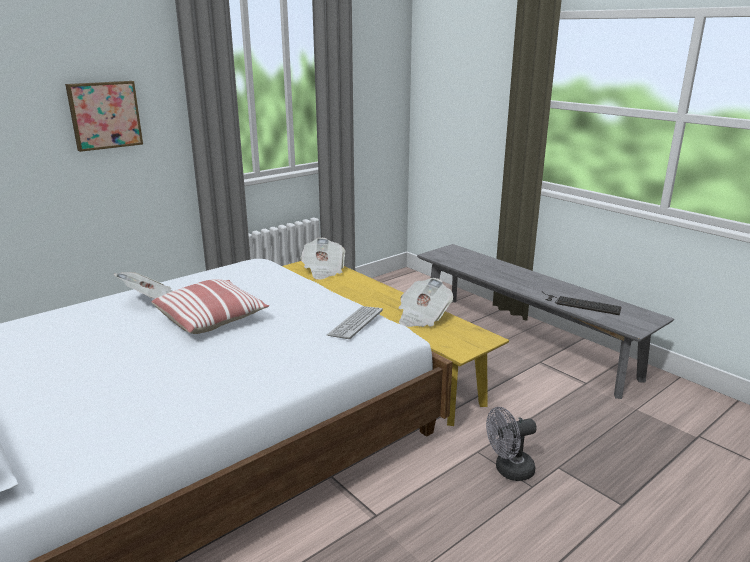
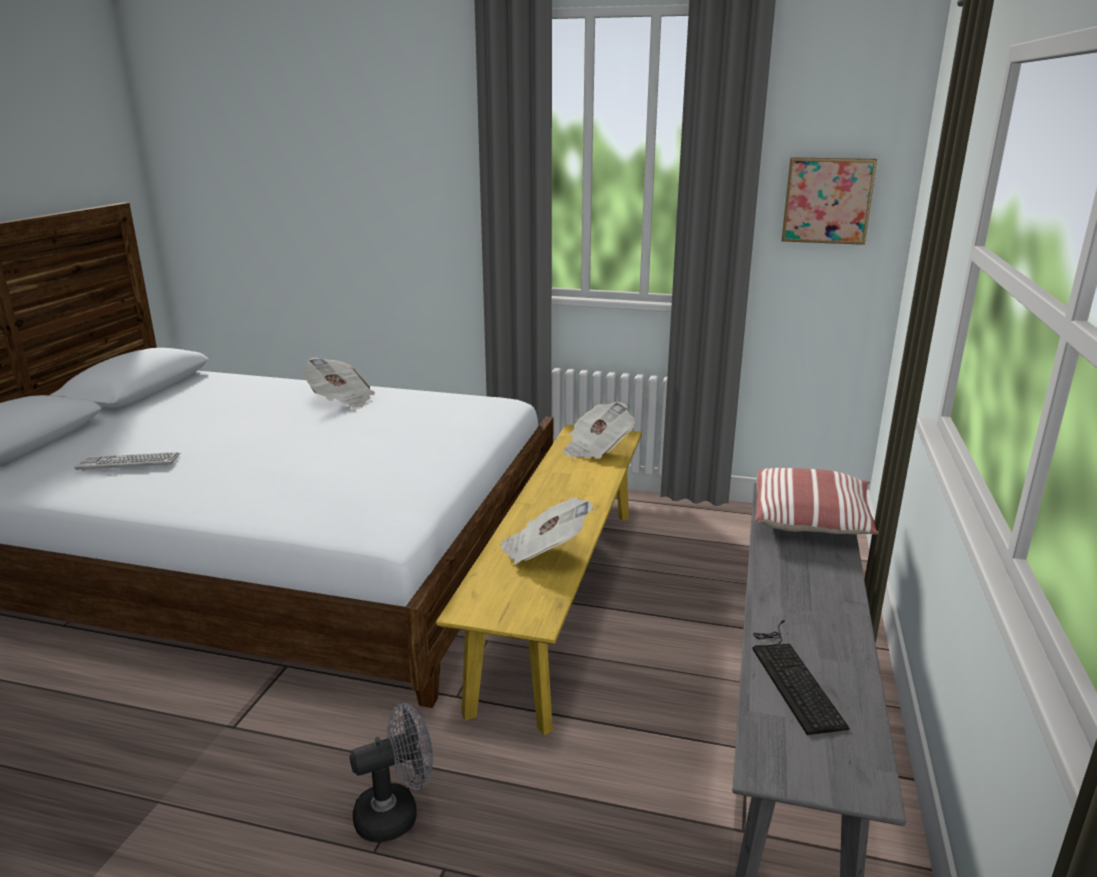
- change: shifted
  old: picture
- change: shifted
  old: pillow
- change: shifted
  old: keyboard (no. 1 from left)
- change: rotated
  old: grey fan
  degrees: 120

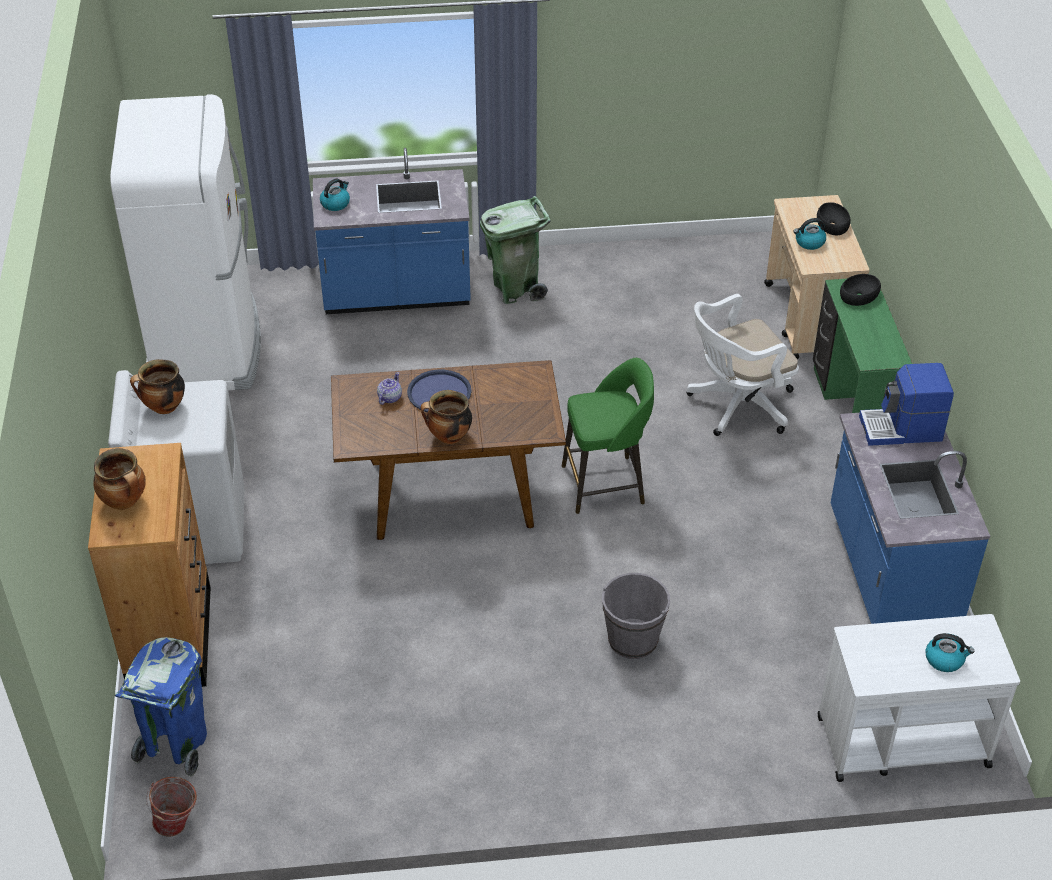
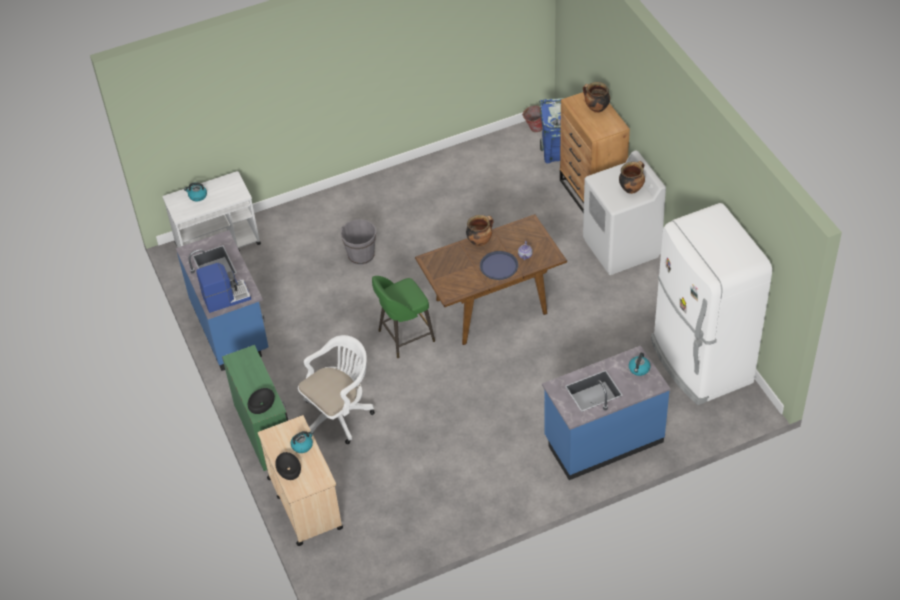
- change: gone
  old: green trash can

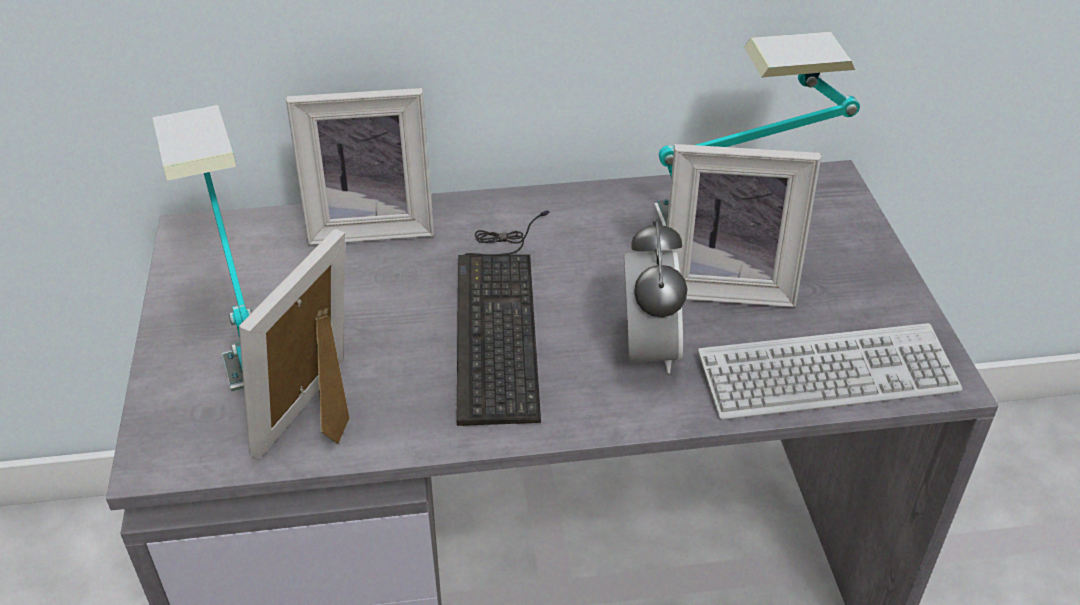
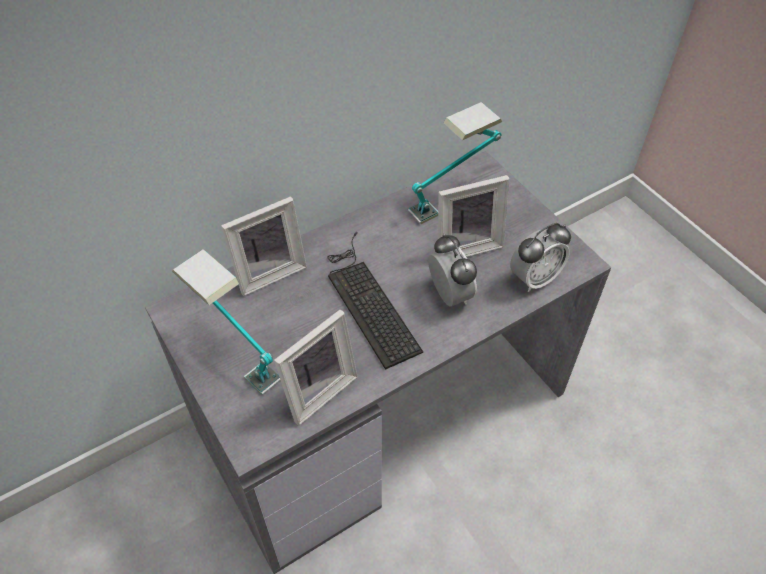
- change: rotated
  old: picture frame (no. 1 from left in the first image)
  degrees: -135
- change: swapped
  old: keyboard (no. 2 from left)
  new: alarm clock (no. 2 from left)

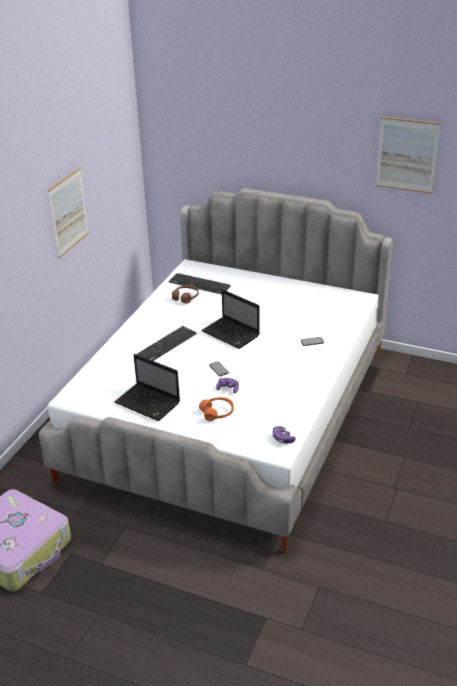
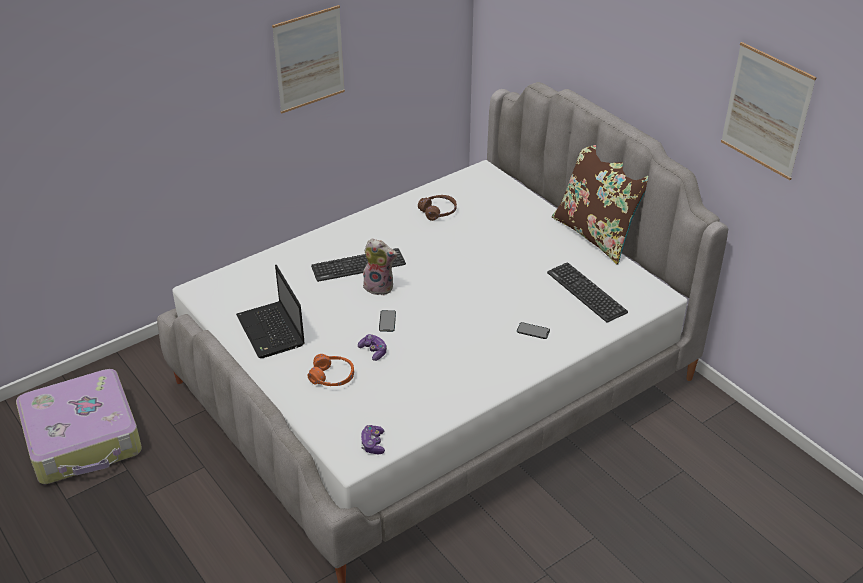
- change: shifted
  old: keyboard (no. 2 from left)
- change: gone
  old: laptop (no. 2 from left)
- change: new
  new: plush toy
- change: new
  new: brown pillow

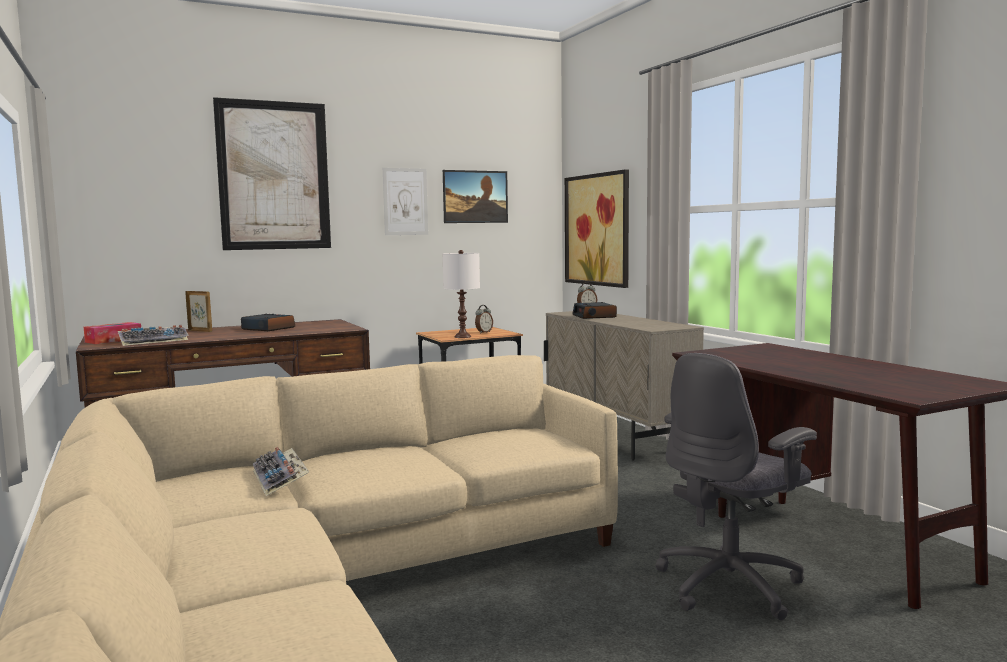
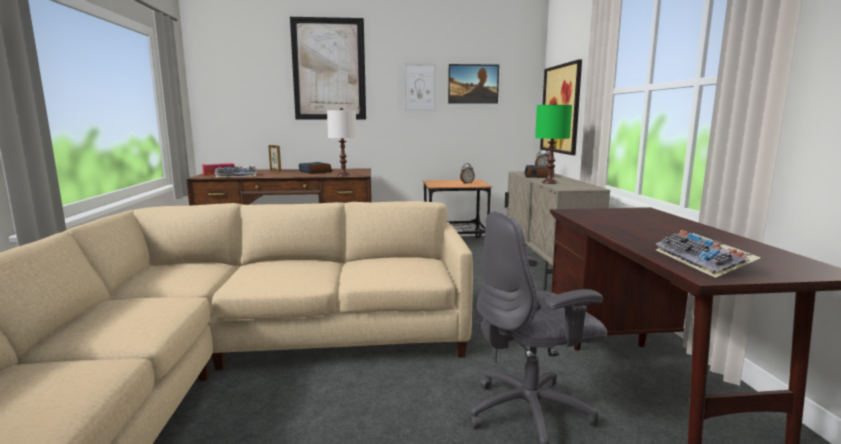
- change: shifted
  old: keyboard (no. 2 from left)
- change: shifted
  old: white table lamp
- change: new
  new: green table lamp

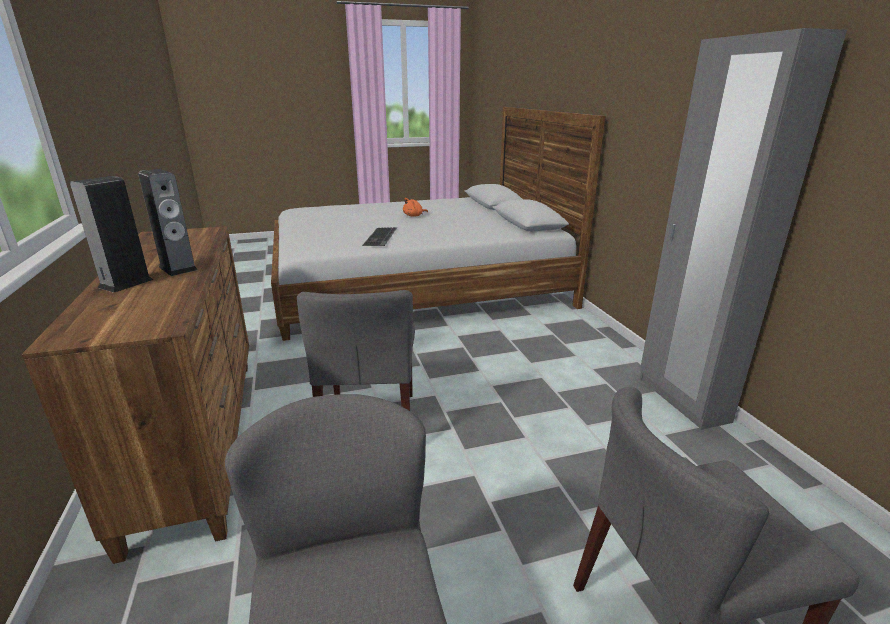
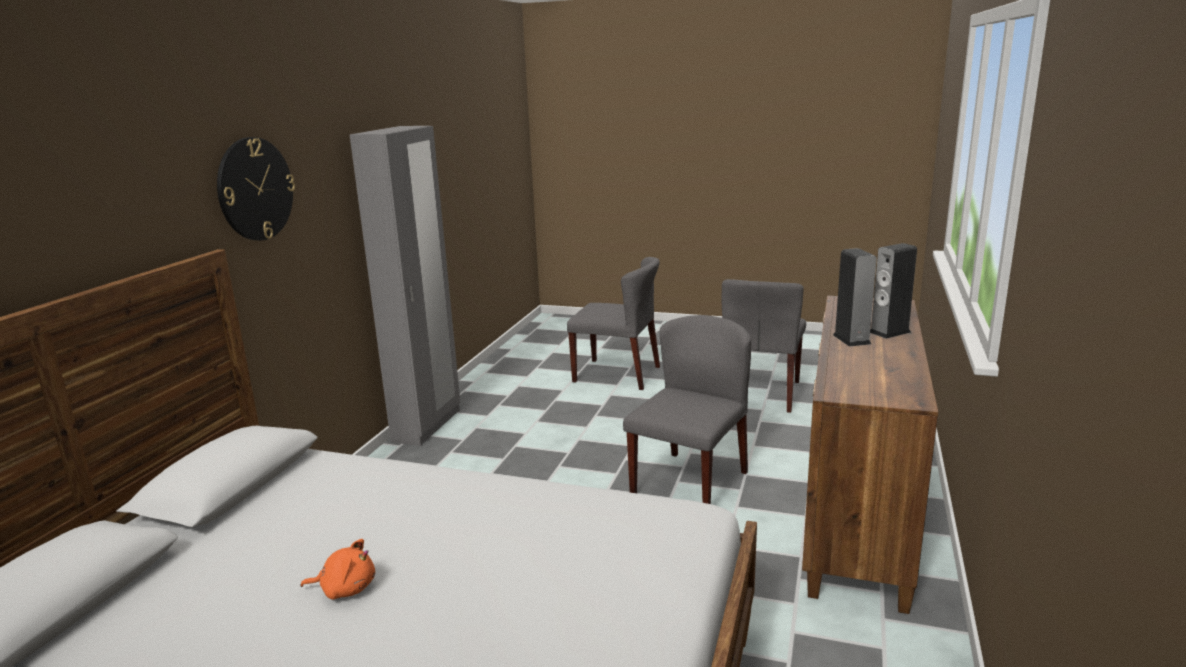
- change: gone
  old: keyboard
- change: new
  new: wall clock

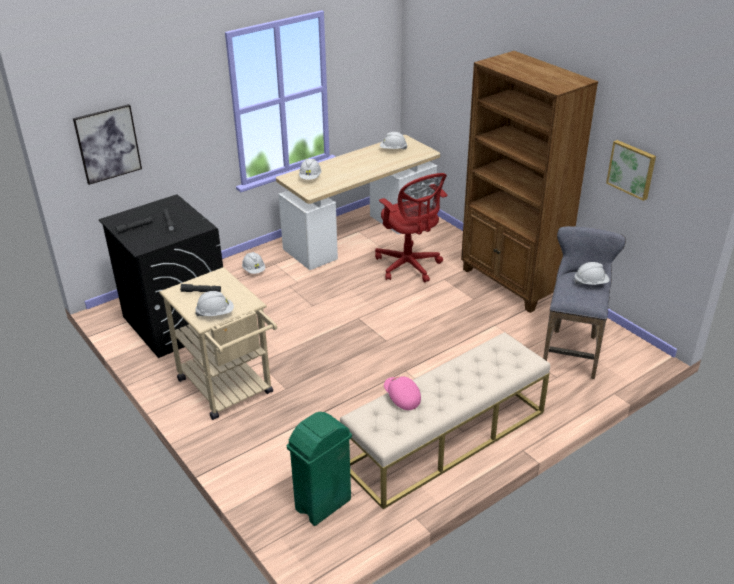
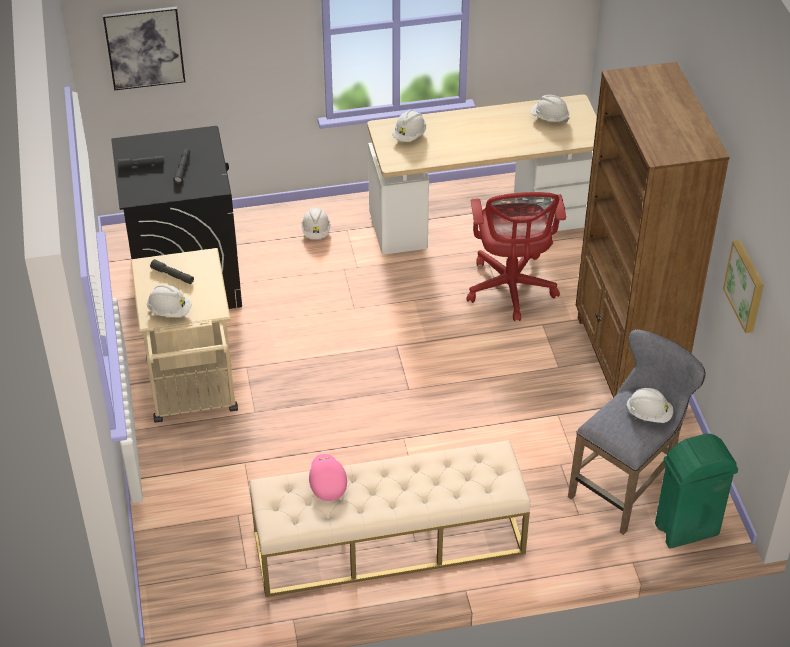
- change: shifted
  old: green trash can

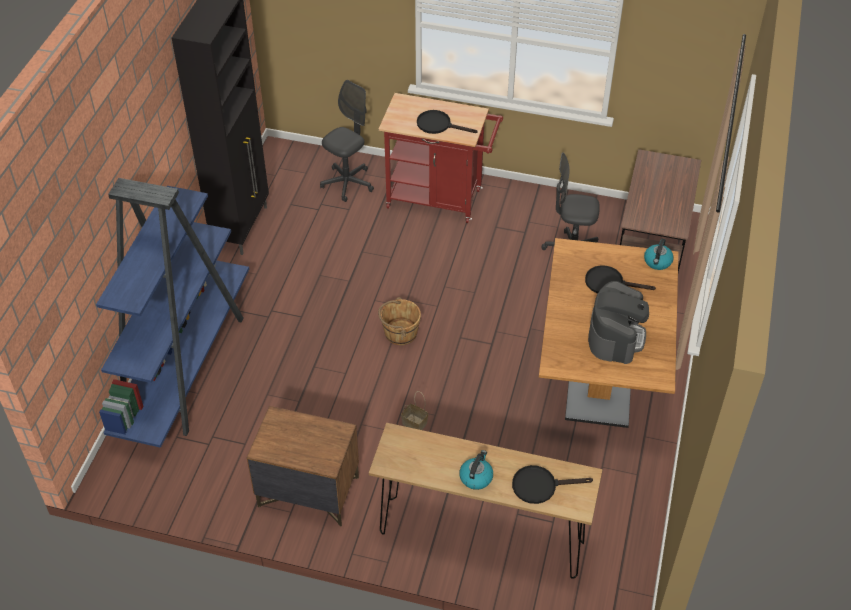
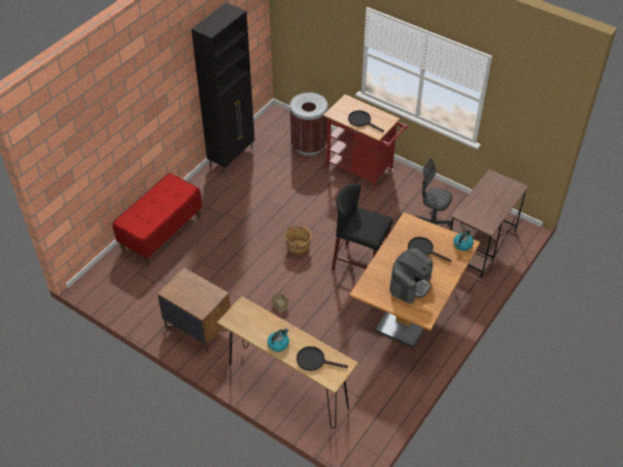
- change: swapped
  old: blue bookcase
  new: red bench
- change: swapped
  old: grey office chair (no. 1 from left)
  new: brown trash can
- change: new
  new: black stool

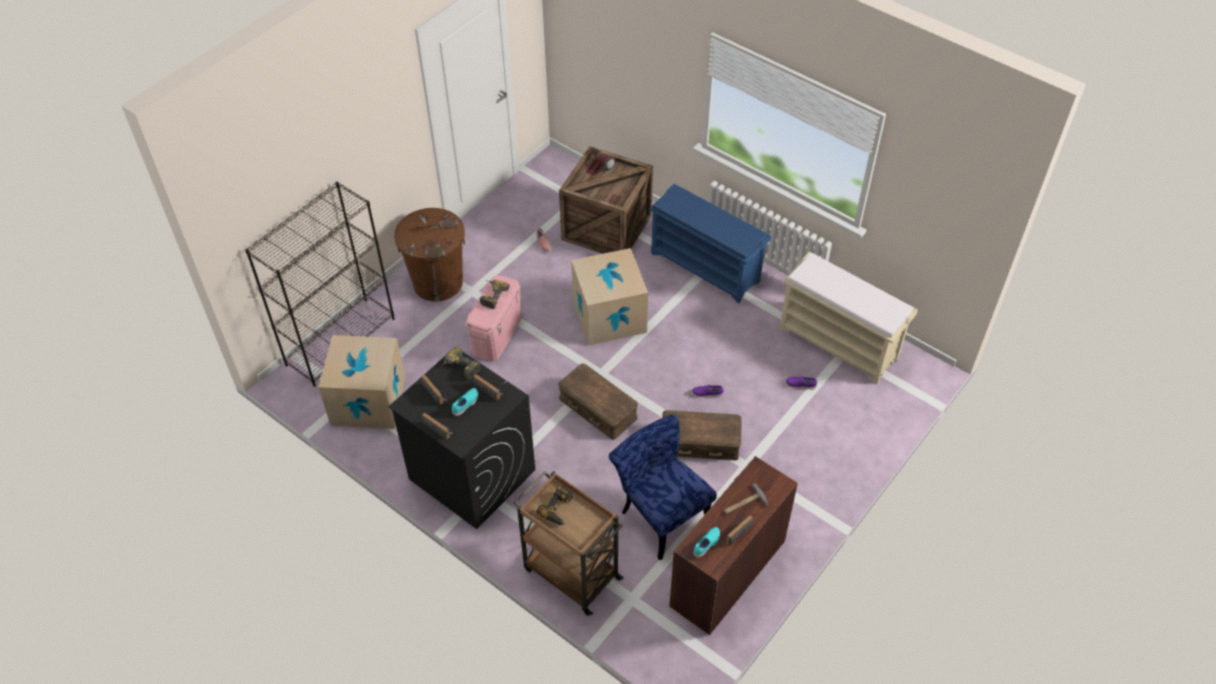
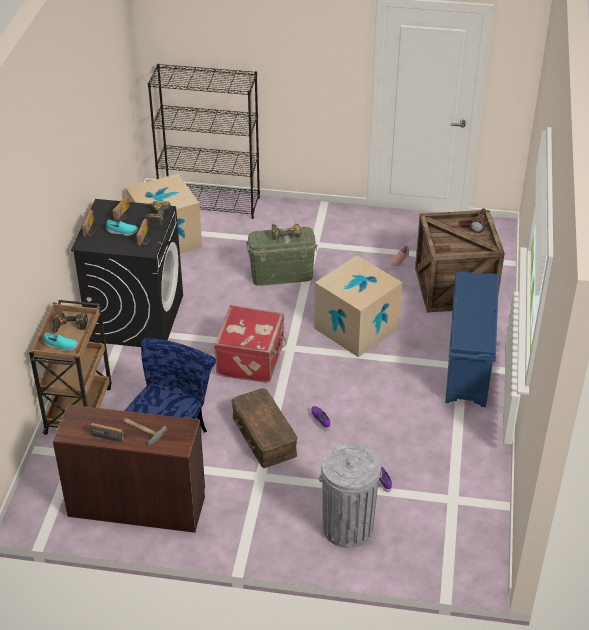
- change: gone
  old: brown trash can
- change: repainted
  old: pink storage box
  new: green storage box
- change: swapped
  old: brown storage box (no. 1 from left)
  new: red suitcase
- change: shifted
  old: turquoise shoe (no. 2 from left in the first image)
  new: turquoise shoe (no. 1 from left)
- change: gone
  old: beige bench
- change: new
  new: grey trash can

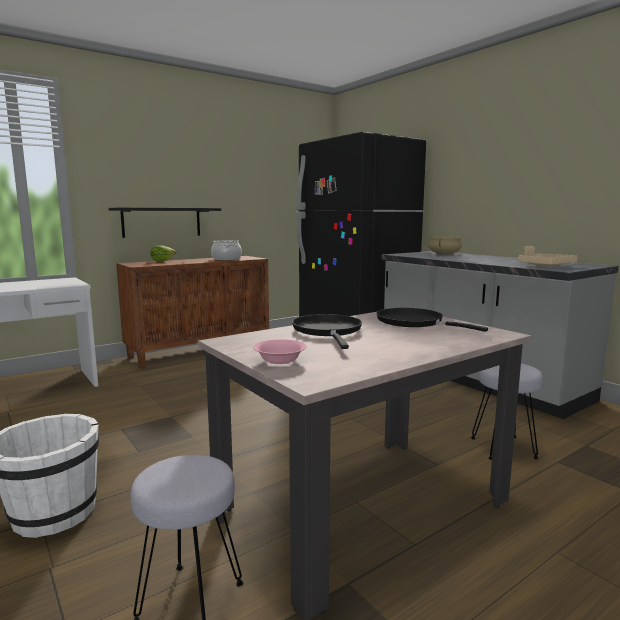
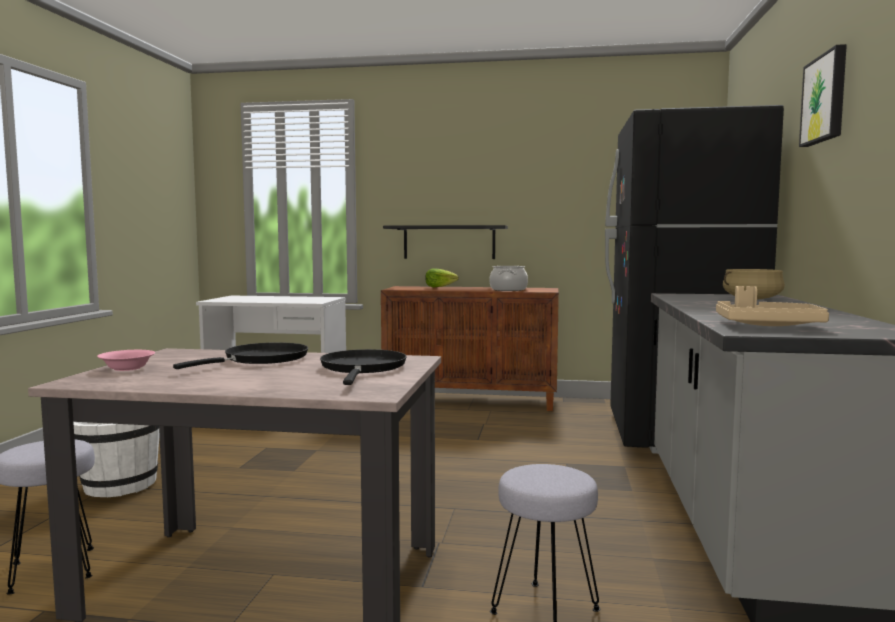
- change: new
  new: picture

